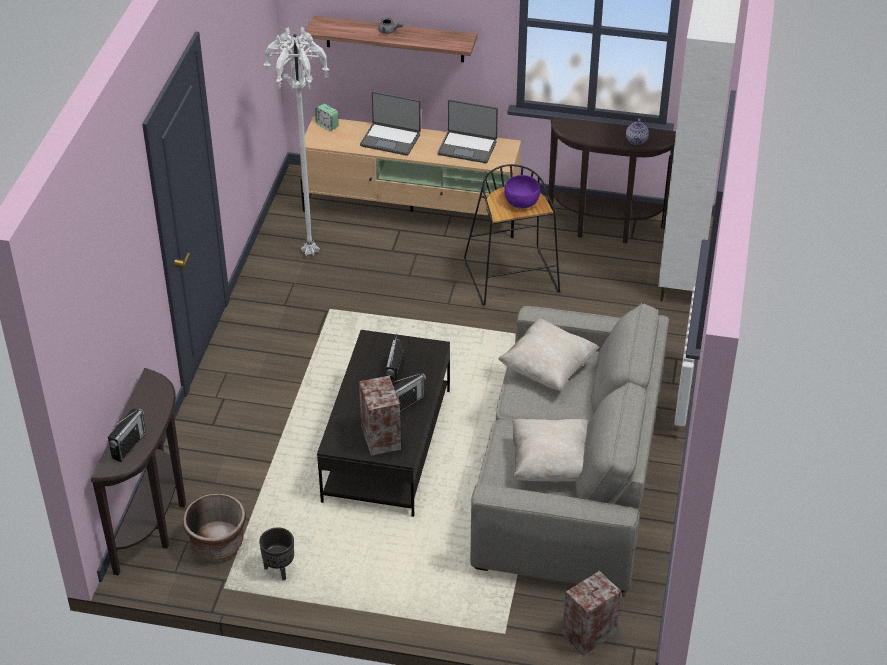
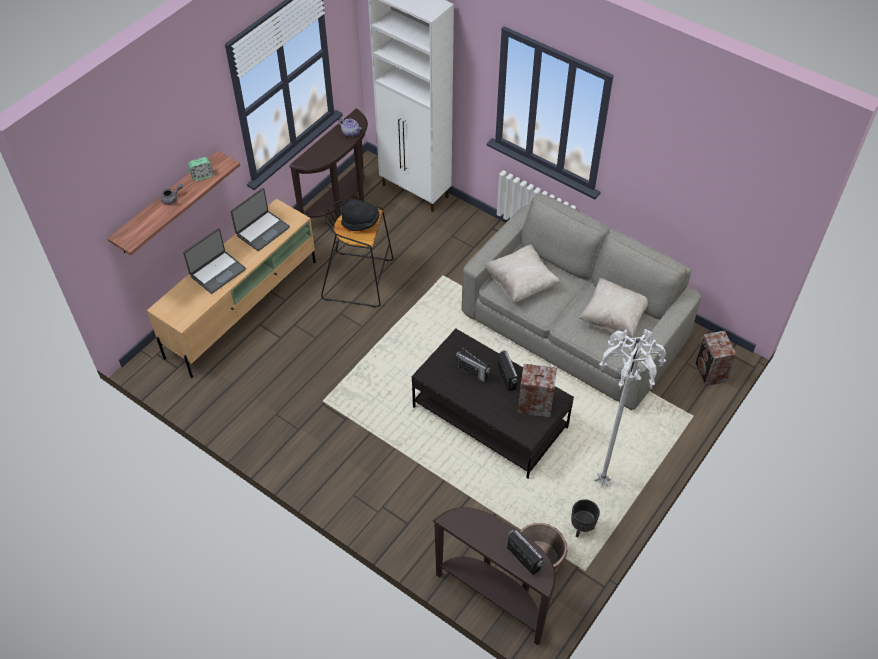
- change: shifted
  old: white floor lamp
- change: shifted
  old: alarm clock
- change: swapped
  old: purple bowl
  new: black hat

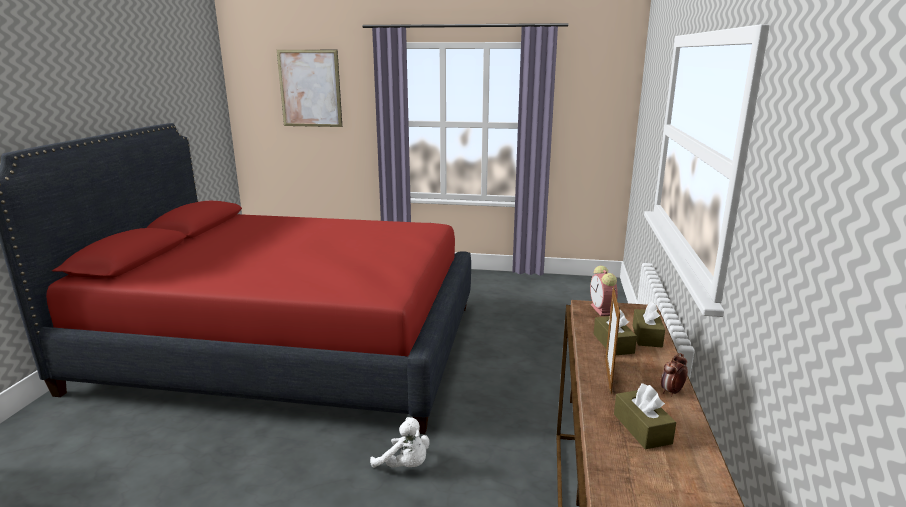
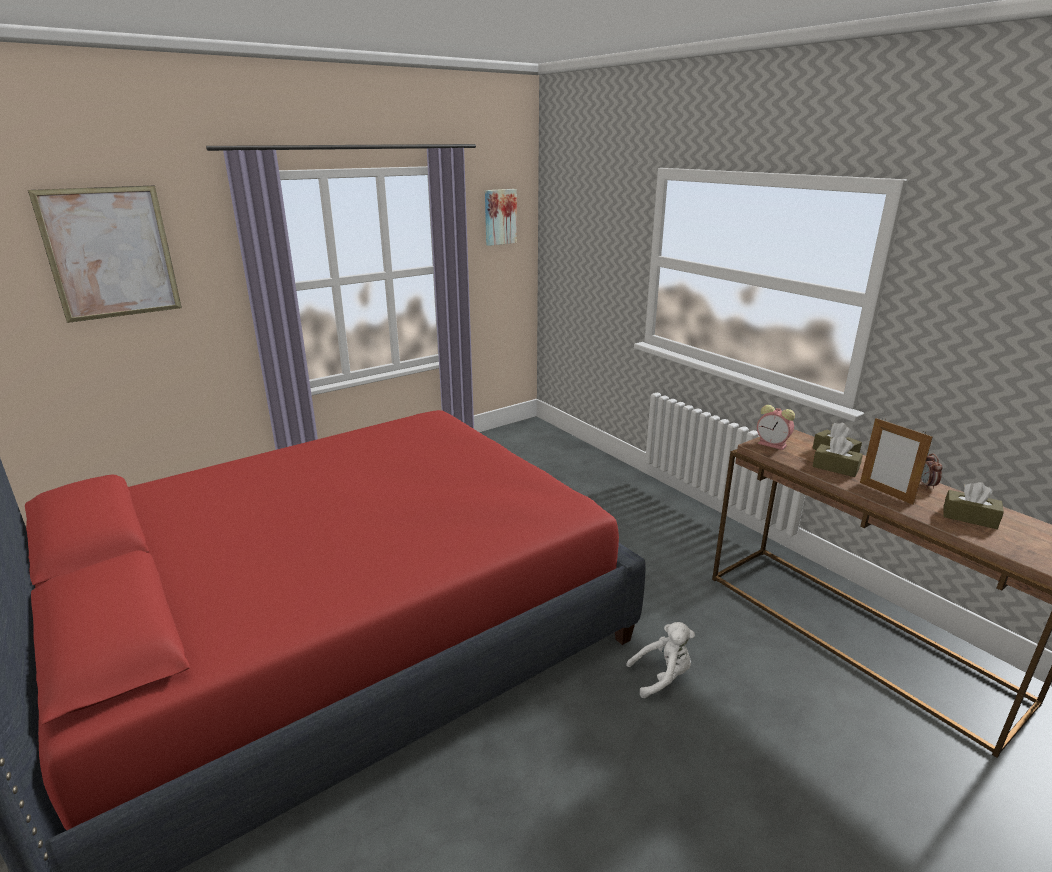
- change: new
  new: picture (no. 2 from left)

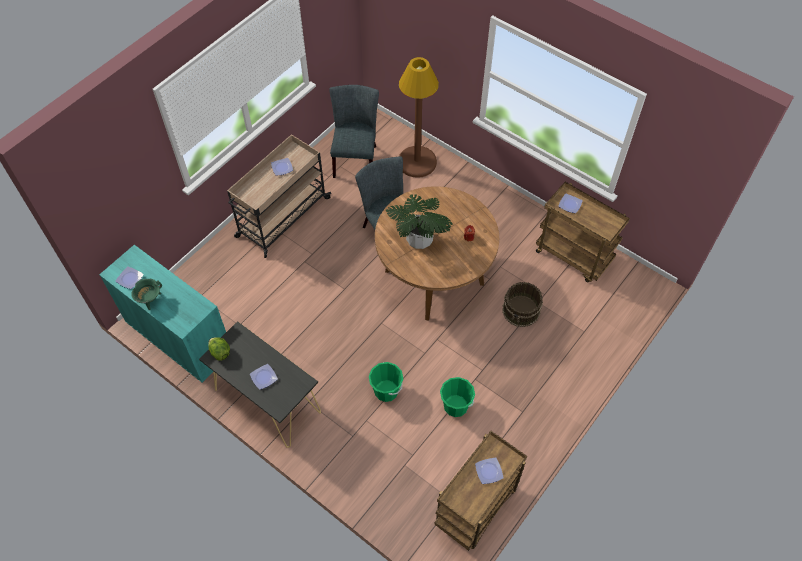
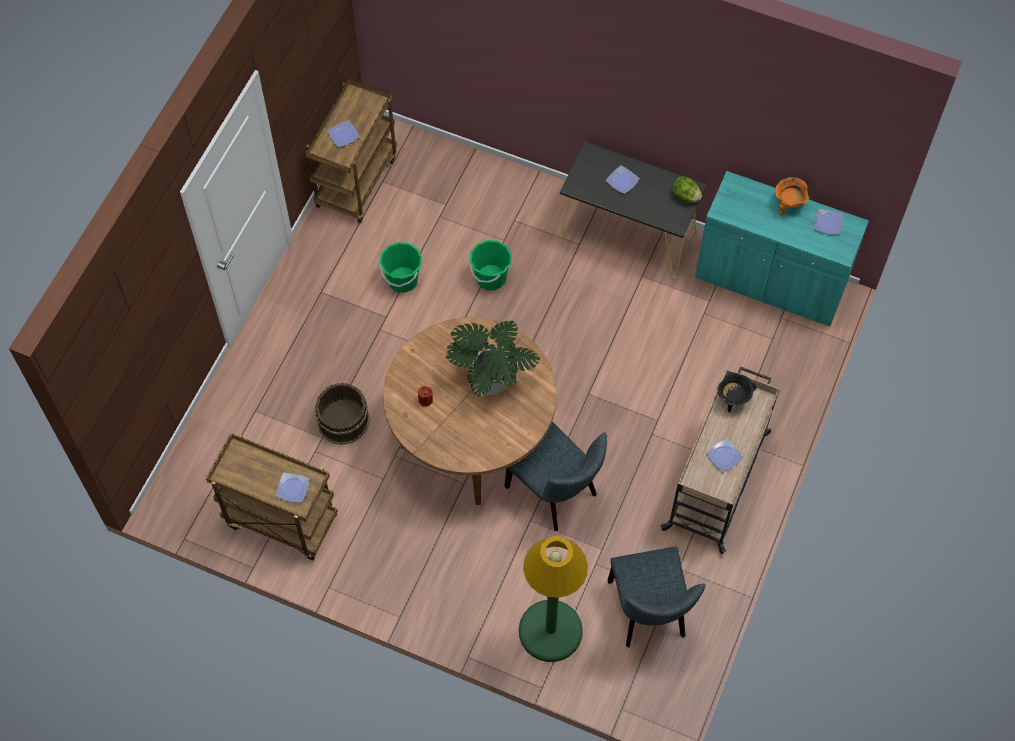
- change: repainted
  old: green cooking pot
  new: orange cooking pot
- change: repainted
  old: brown floor lamp
  new: green floor lamp
- change: new
  new: black cooking pot

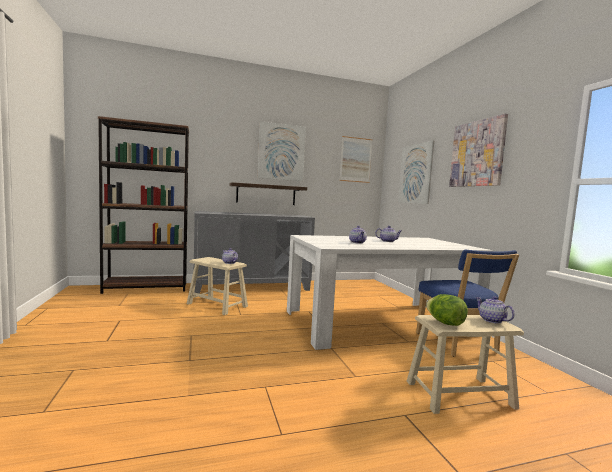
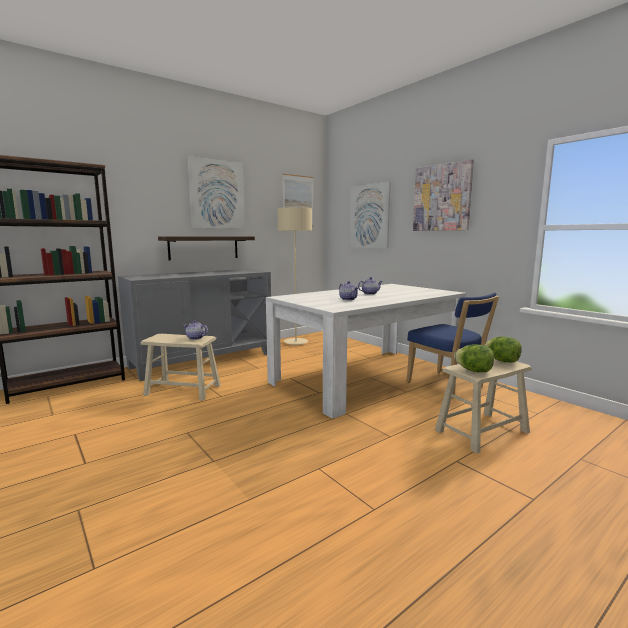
- change: swapped
  old: teapot (no. 4 from left)
  new: lettuce (no. 2 from left)
- change: new
  new: beige floor lamp

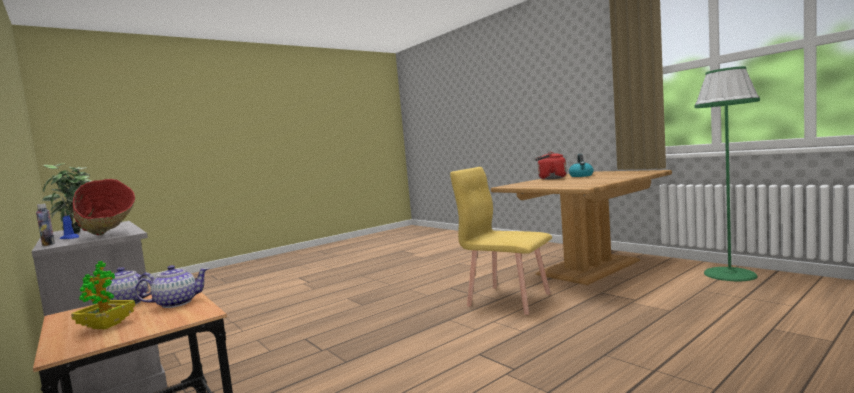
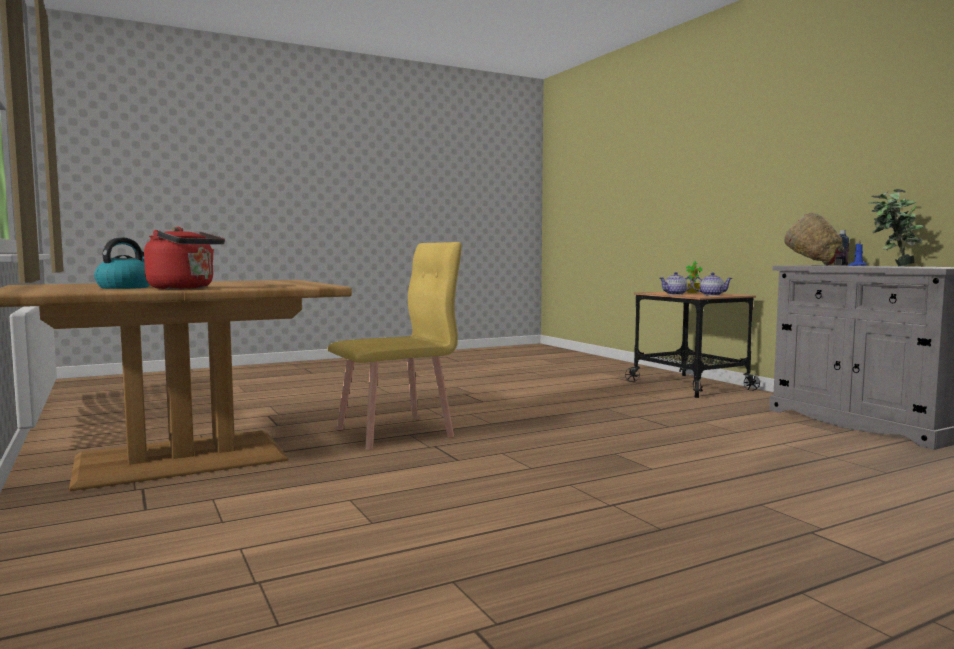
- change: rotated
  old: yellow chair
  degrees: -75
- change: gone
  old: green floor lamp

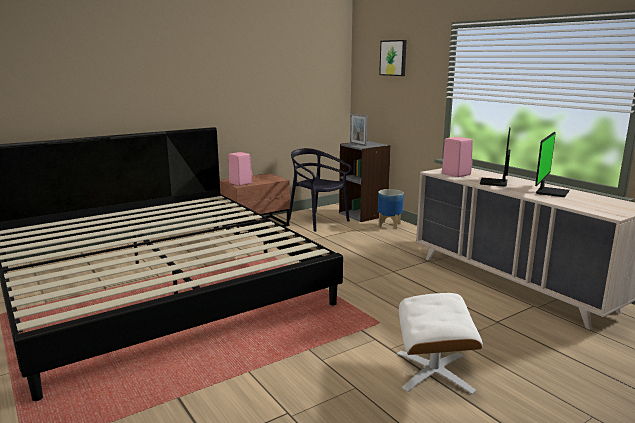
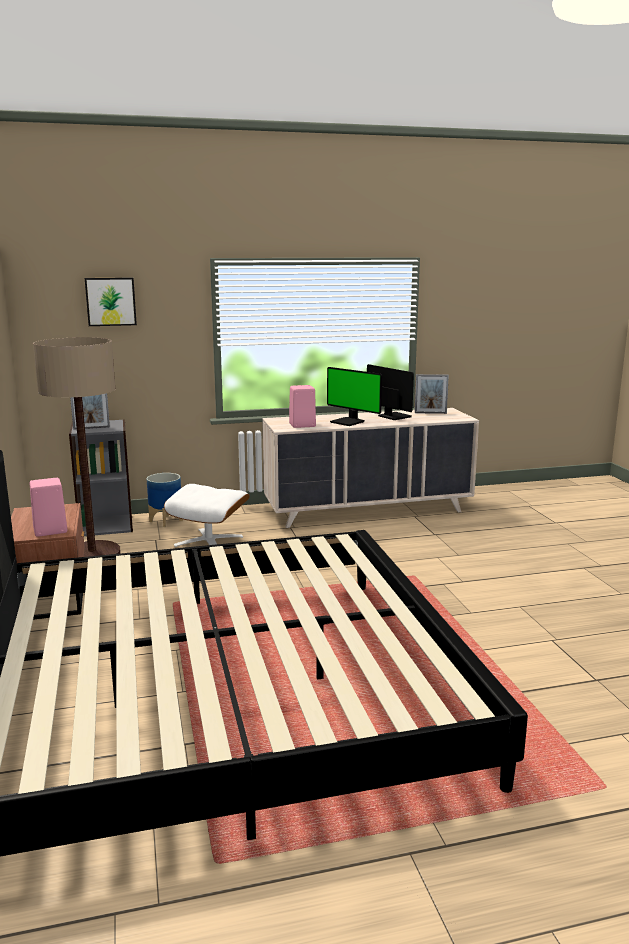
- change: swapped
  old: black chair
  new: floor lamp
- change: shifted
  old: white ottoman
- change: new
  new: picture frame (no. 2 from left)

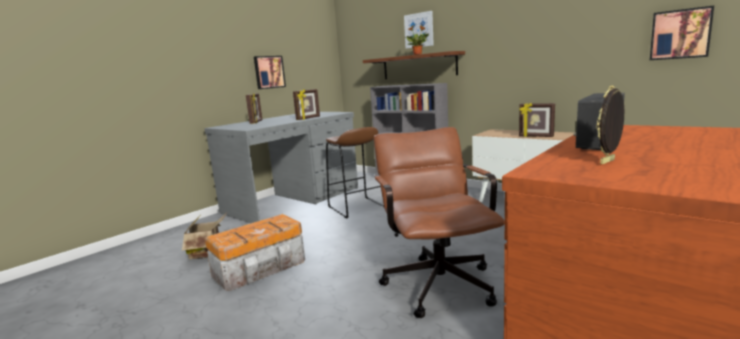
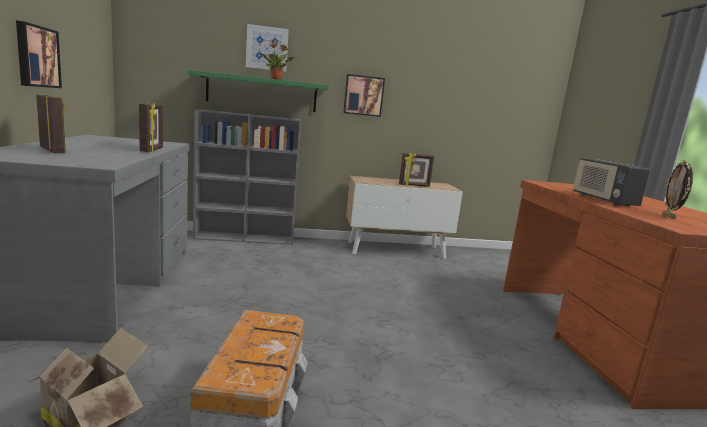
- change: gone
  old: brown stool
- change: repainted
  old: brown shelf
  new: green shelf
- change: gone
  old: brown office chair
- change: shifted
  old: picture (no. 3 from left)

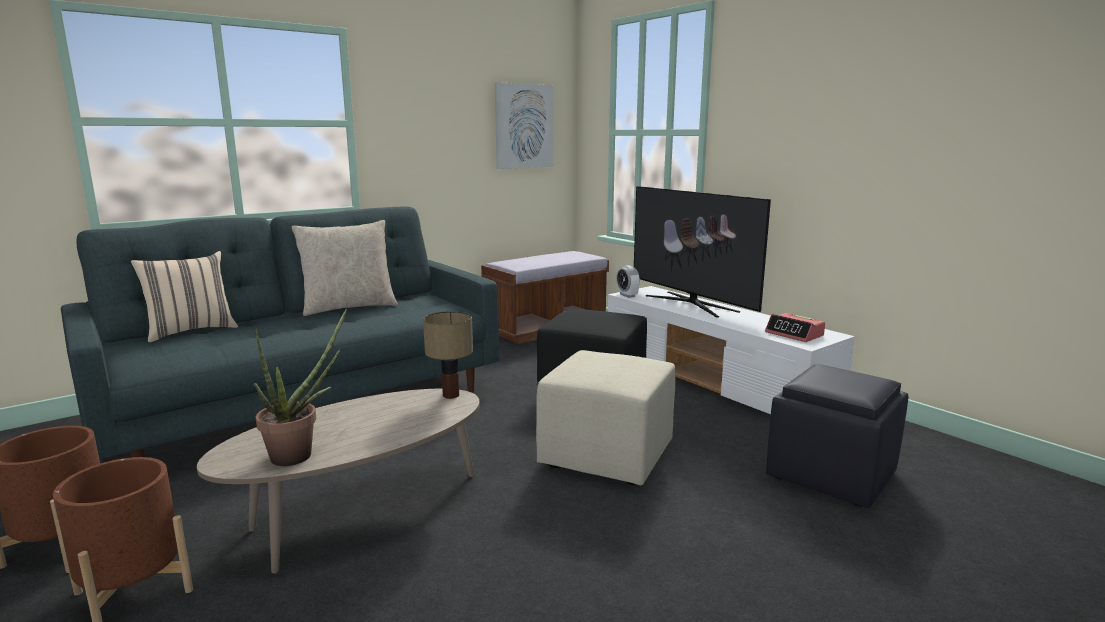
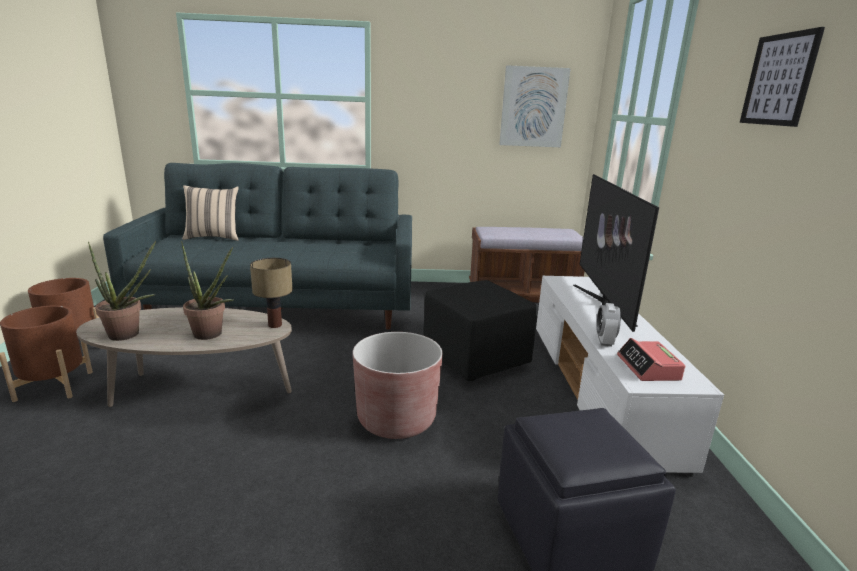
- change: gone
  old: beige pillow (no. 2 from left)
- change: swapped
  old: beige ottoman
  new: brown planter (no. 3 from left)
- change: shifted
  old: alarm clock (no. 1 from left)
- change: new
  new: potted plant (no. 2 from left)
- change: new
  new: picture (no. 2 from left)

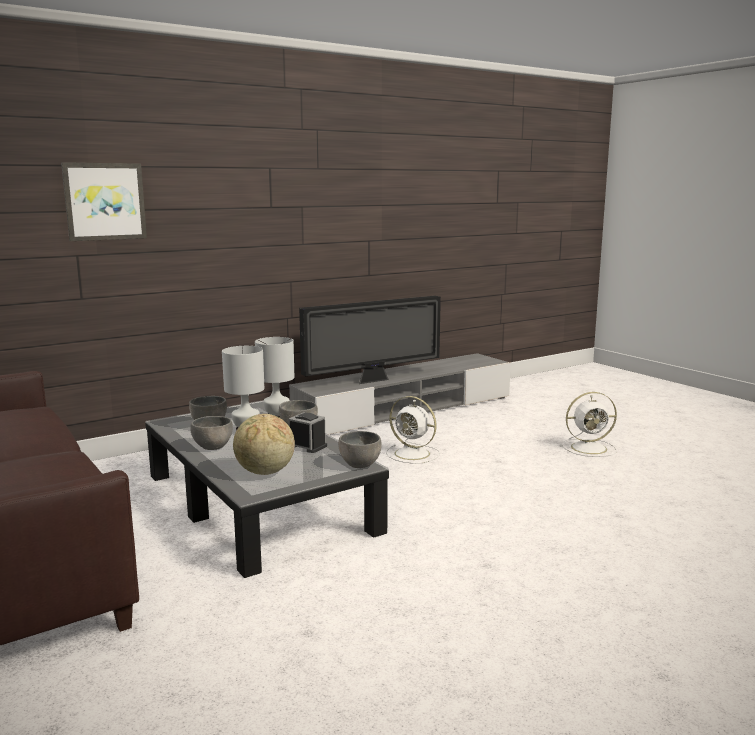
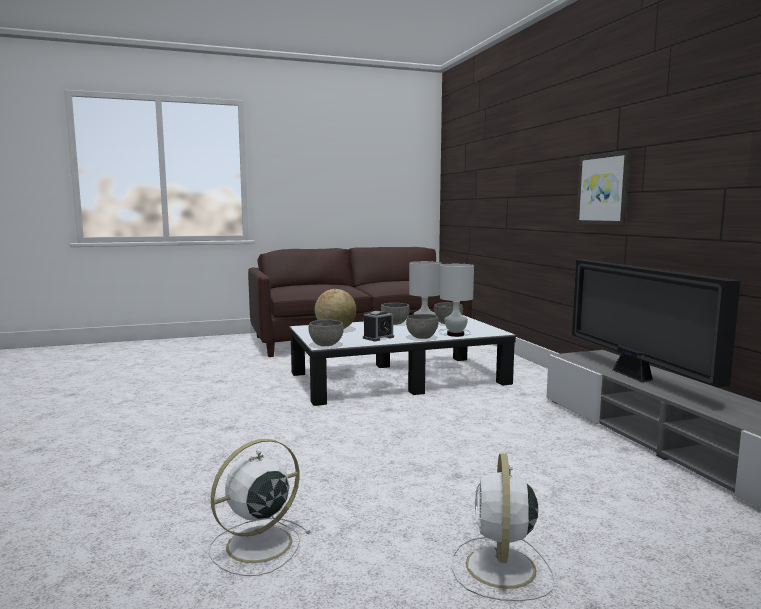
- change: shifted
  old: picture
- change: shifted
  old: white fan (no. 1 from left)

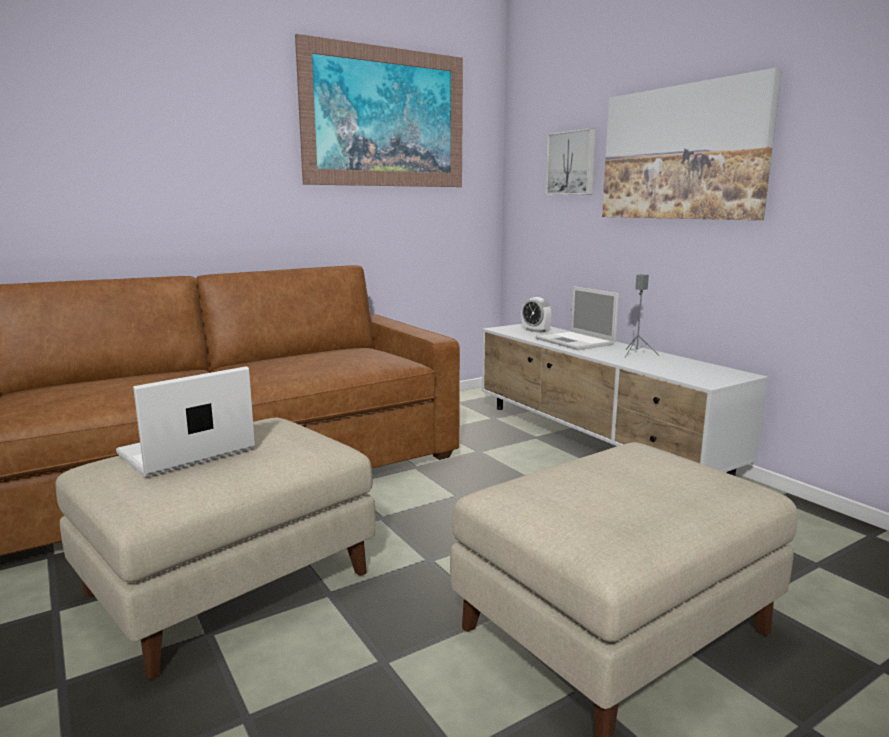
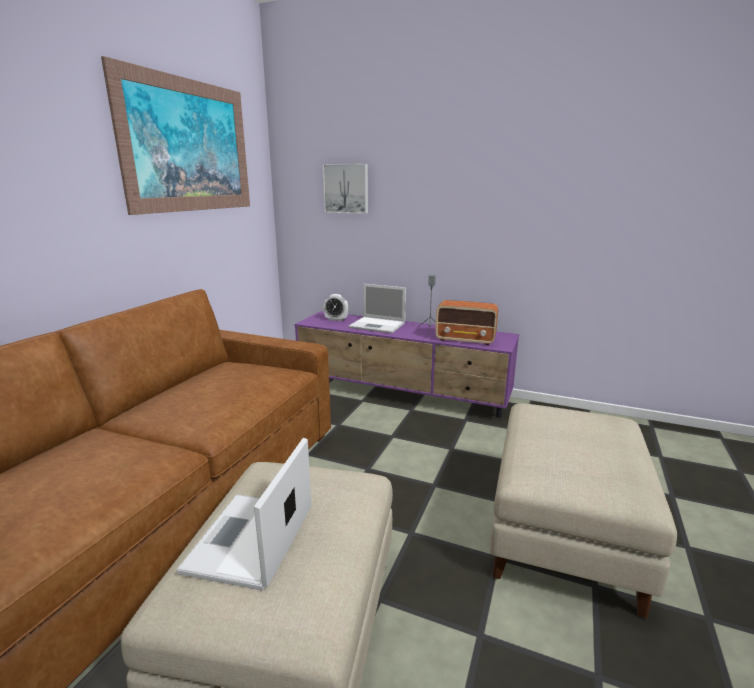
- change: repainted
  old: white tv stand
  new: purple tv stand
- change: gone
  old: picture (no. 3 from left)
- change: new
  new: radio

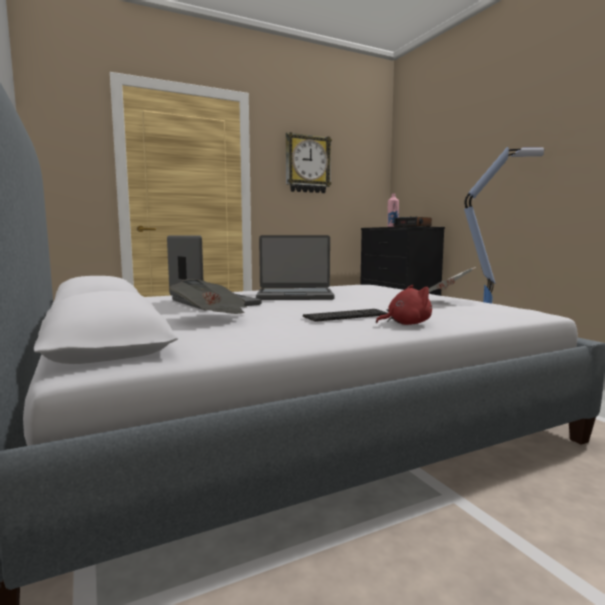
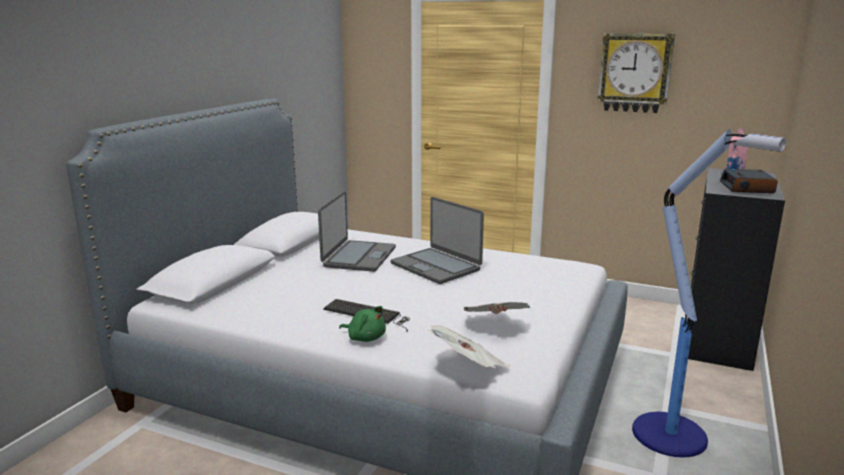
- change: shifted
  old: newspaper (no. 1 from left)
- change: repainted
  old: red plush toy
  new: green plush toy

